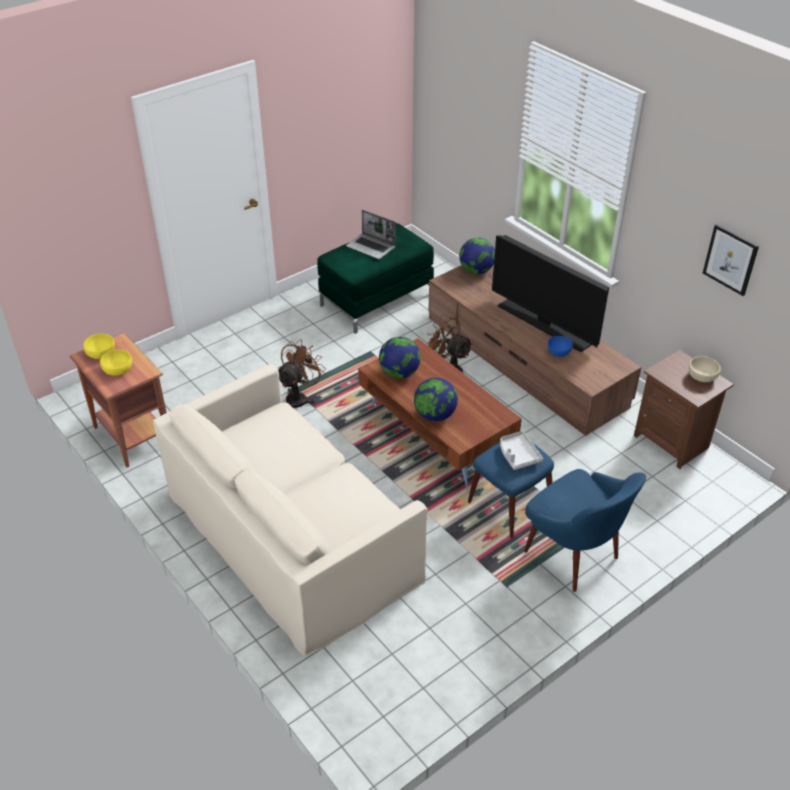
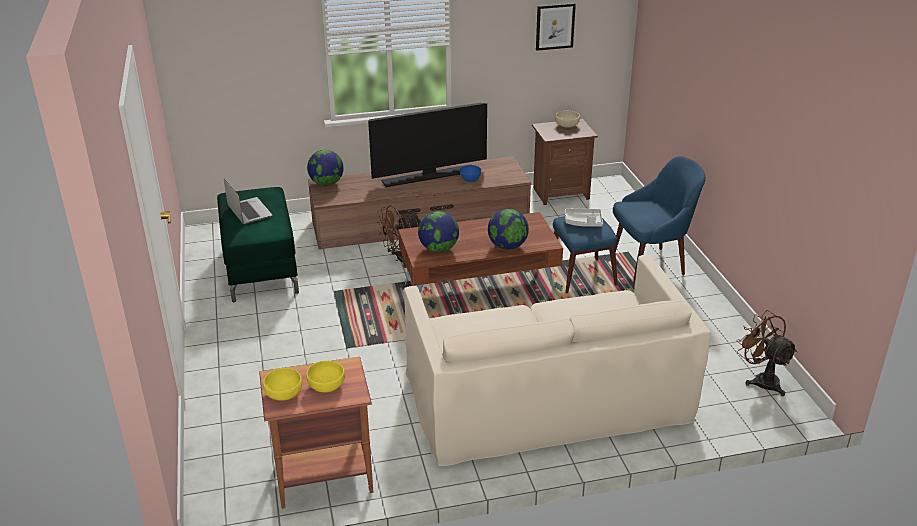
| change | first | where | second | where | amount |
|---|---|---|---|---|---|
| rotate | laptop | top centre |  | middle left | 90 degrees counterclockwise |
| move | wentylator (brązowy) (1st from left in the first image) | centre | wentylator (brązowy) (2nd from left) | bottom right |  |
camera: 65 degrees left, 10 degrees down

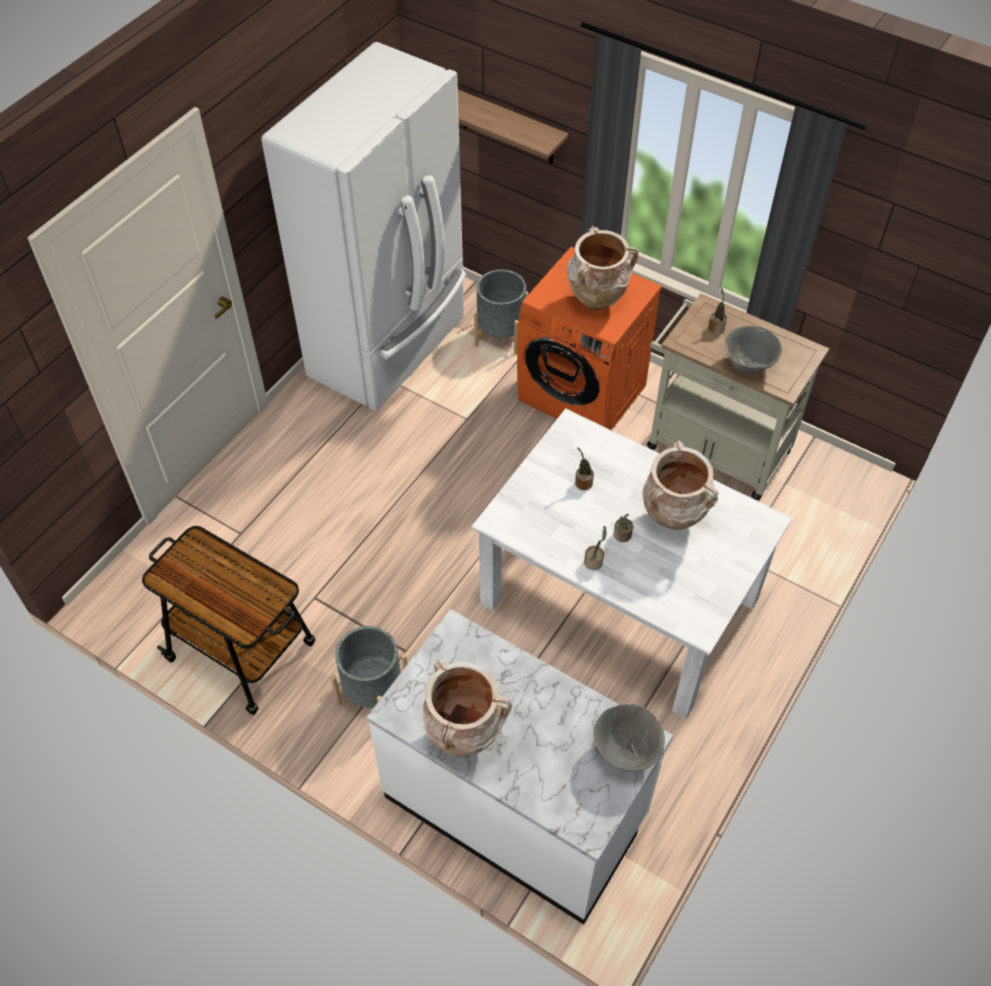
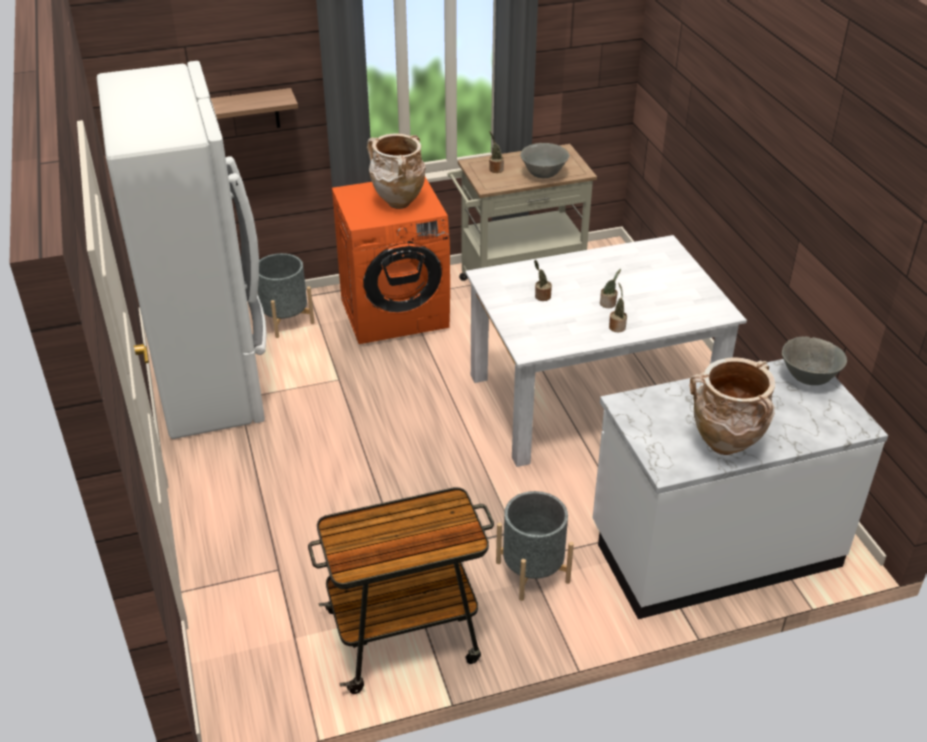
| change | first | where | second | where | amount |
|---|---|---|---|---|---|
| delete | wazon (beżowy) (3rd from left) | middle right |  |  |  |
camera: 50 degrees left, 15 degrees down

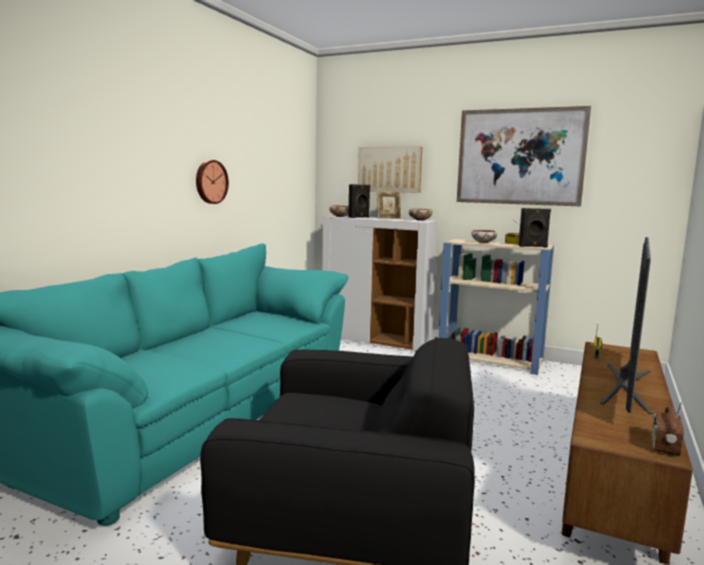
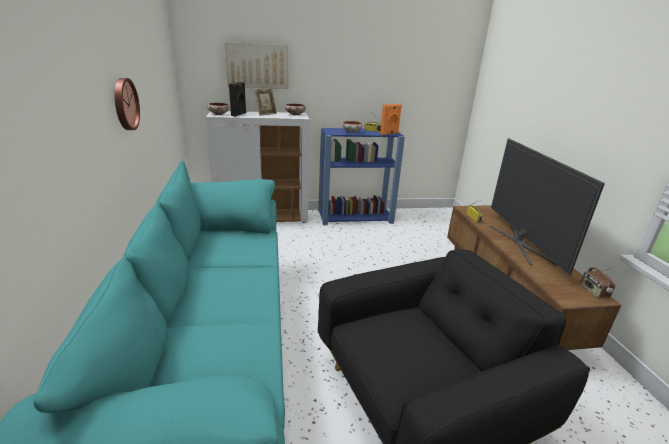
| change | first | where | second | where | amount |
|---|---|---|---|---|---|
| delete | obraz (2nd from left) | top right |  |  |  |
| recolor | głośnik (czarny) (2nd from left) | middle right | głośnik (pomarańczowy) | top centre |  |
| recolor | regał (beżowy) | middle right | regał (niebieski) | centre |  |
camera: 35 degrees left, 15 degrees up

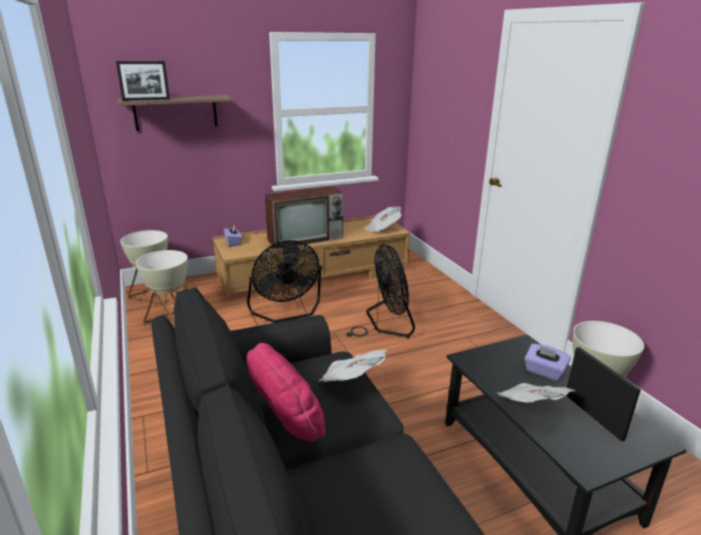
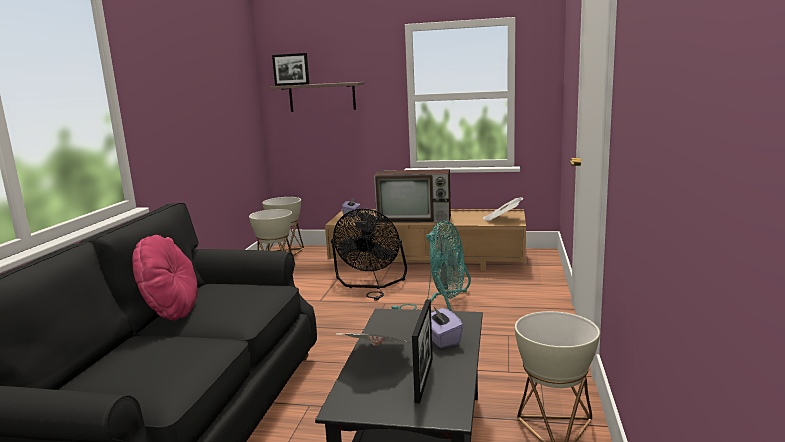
| change | first | where | second | where | amount |
|---|---|---|---|---|---|
| recolor | wentylator (czarny) (2nd from left) | centre | wentylator (turkusowy) | centre |  |
| delete | gazeta (1st from left) | bottom centre |  |  |  |
camera: 35 degrees right, 10 degrees down

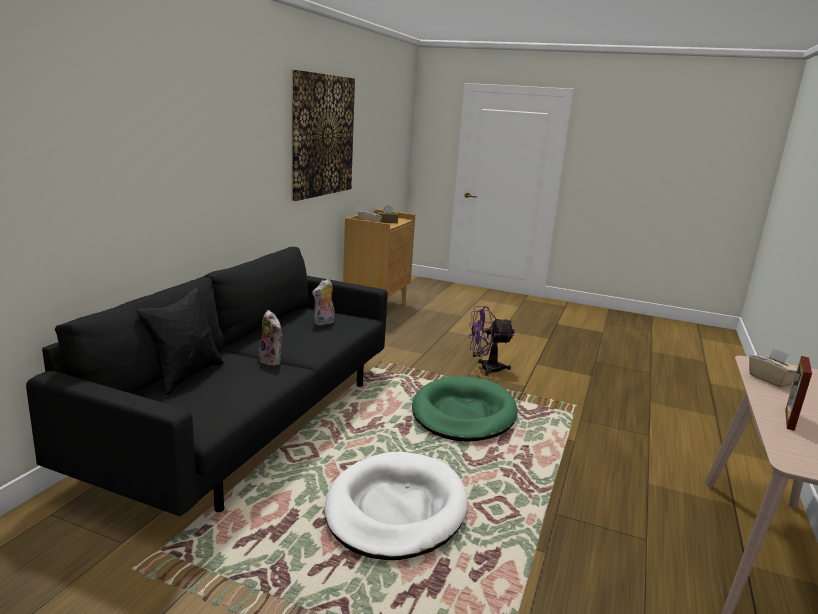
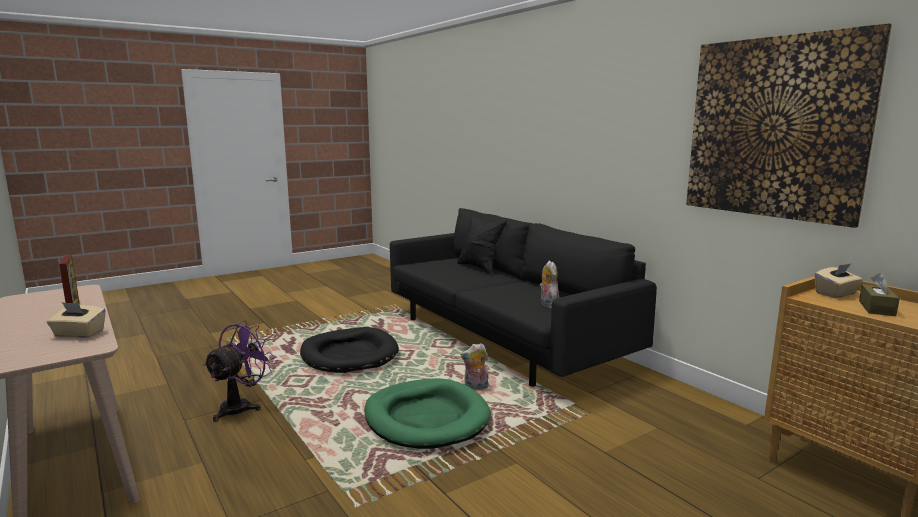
| change | first | where | second | where | amount |
|---|---|---|---|---|---|
| move | wentylator (fioletowy) | centre |  | bottom left |  |
| move | pluszak (1st from left) | middle left |  | bottom centre |  |
| recolor | legowisko (biały) | bottom centre | legowisko (czarny) | bottom centre |  |
camera: 125 degrees right, 5 degrees down

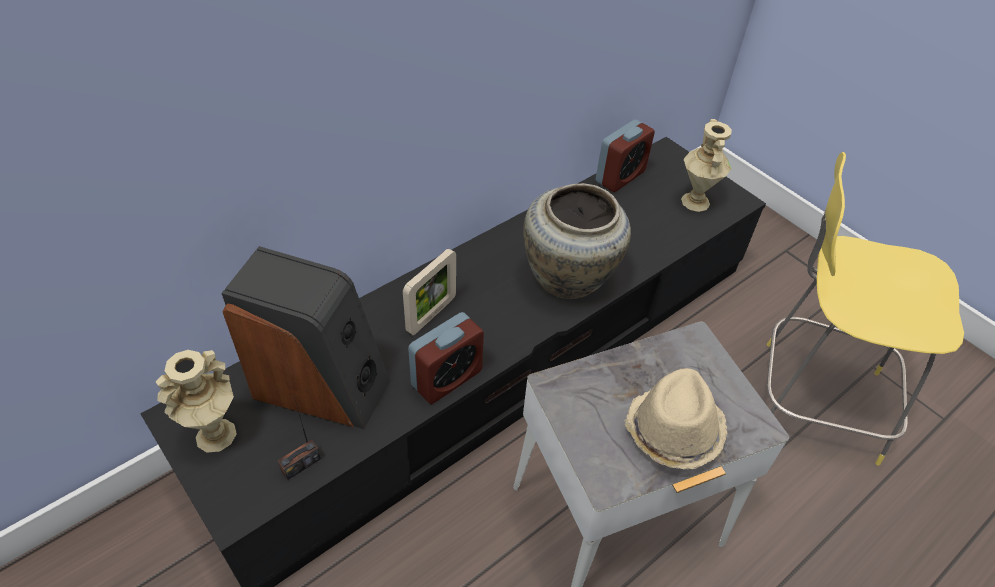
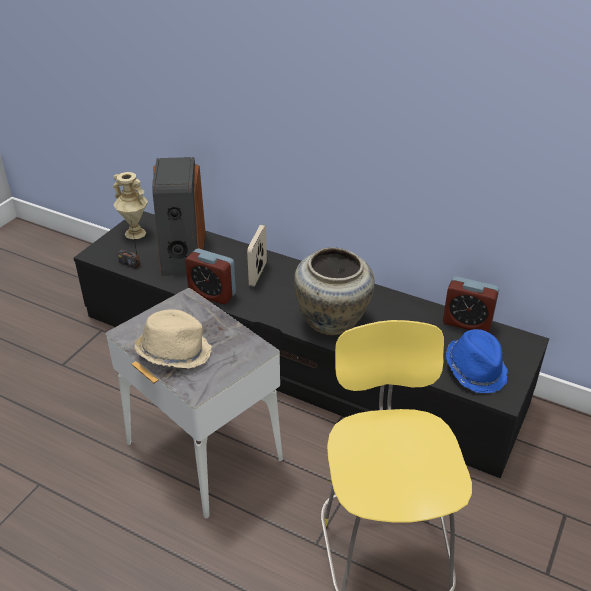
| change | first | where | second | where | amount |
|---|---|---|---|---|---|
| replace | wazon (beżowy) (3rd from left) | top right | kapelusz (niebieski) | middle right |  |
| rotate | ramka na zdjęcie | centre |  | centre | 90 degrees clockwise |
camera: 70 degrees right, 10 degrees down

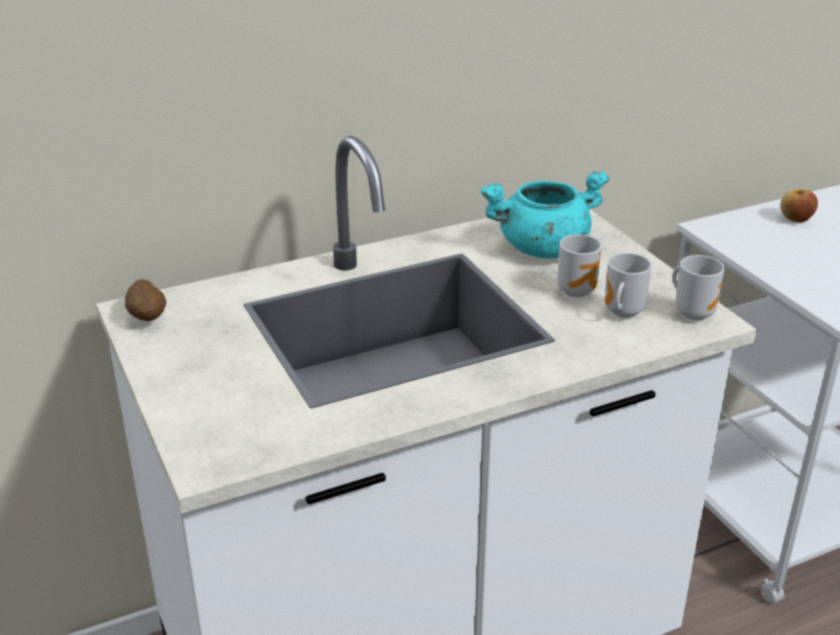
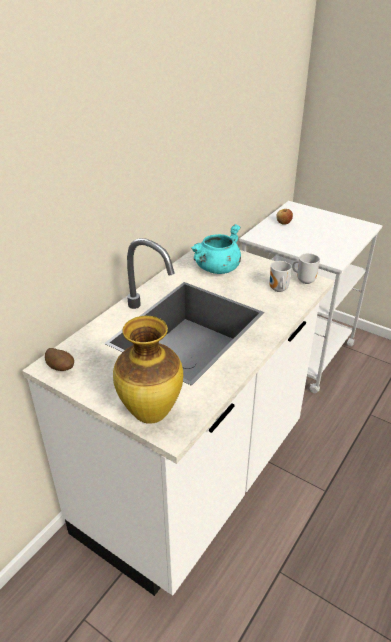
| change | first | where | second | where | amount |
|---|---|---|---|---|---|
| delete | kubek (1st from left) | middle right |  |  |  |
| insert |  |  | wazon | centre |  |
camera: 30 degrees left, 5 degrees up

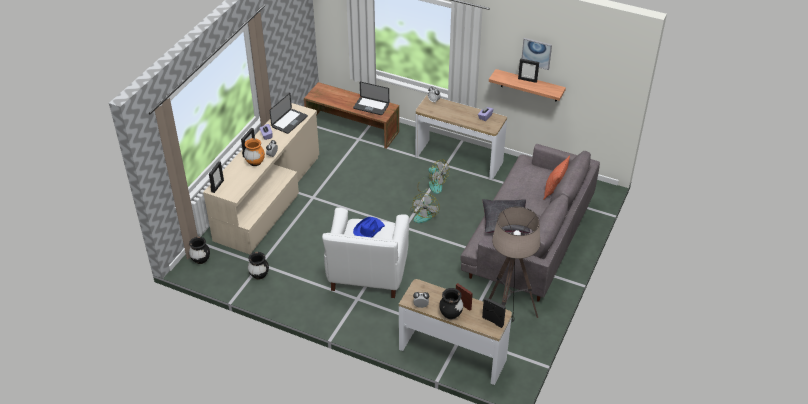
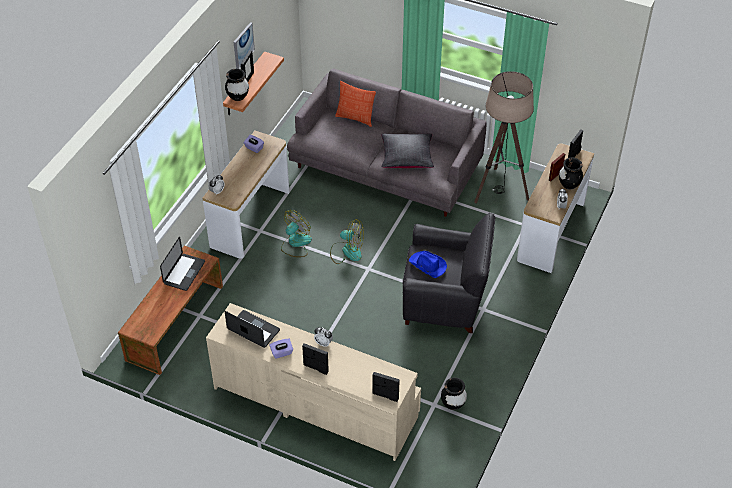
| change | first | where | second | where | amount |
|---|---|---|---|---|---|
| delete | wazon (pomarańczowy) | middle left |  |  |  |
| recolor | fotel (biały) | centre | fotel (czarny) | centre |  |
| move | wazon (czarny) (1st from left) | middle left |  | top left |  |
camera: 90 degrees left, 5 degrees up

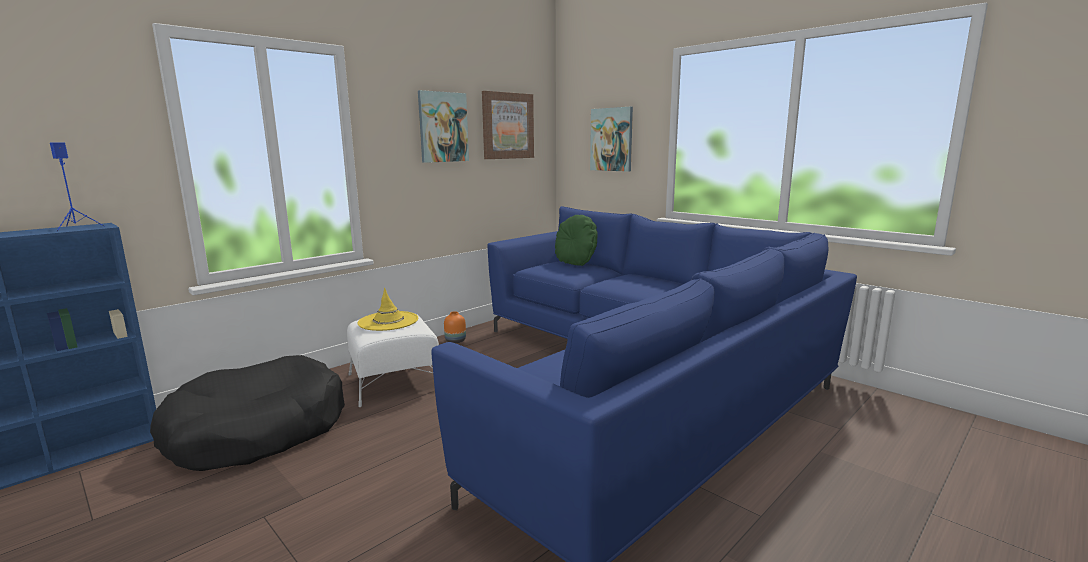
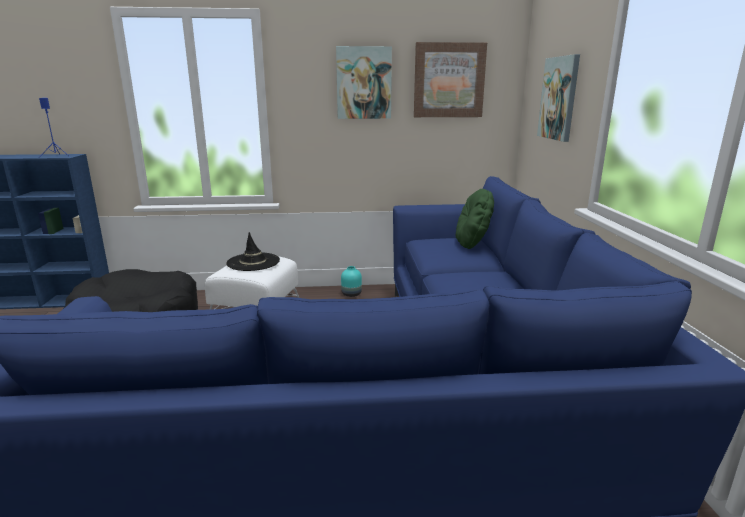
| change | first | where | second | where | amount |
|---|---|---|---|---|---|
| recolor | kapelusz (żółty) | centre | kapelusz (czarny) | centre |  |
| recolor | wazon (pomarańczowy) | centre | wazon (turkusowy) | centre |  |
camera: 40 degrees right, 5 degrees up

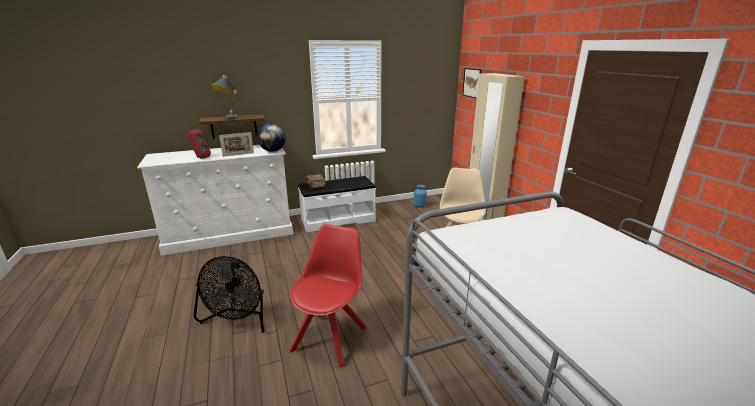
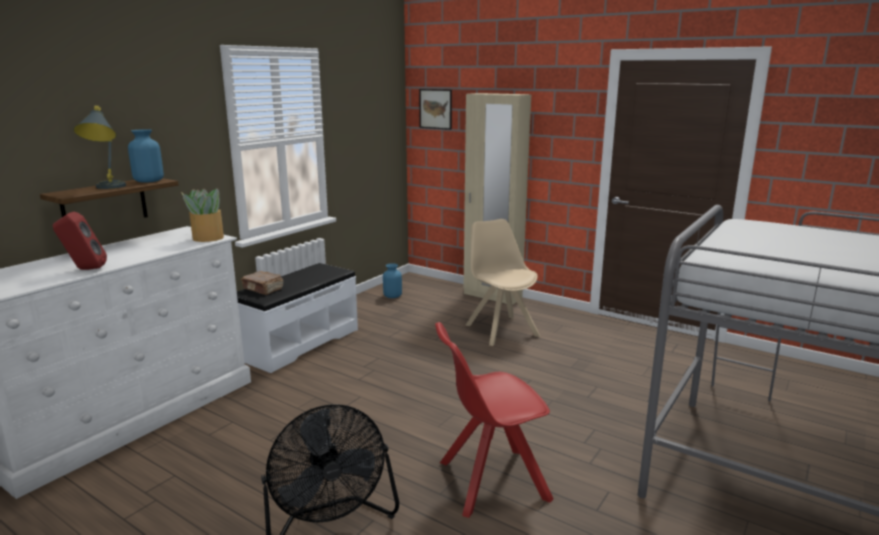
| change | first | where | second | where | amount |
|---|---|---|---|---|---|
| replace | globus | centre | roślina doniczkowa | middle left |  |
| delete | ramka na zdjęcie | middle left |  |  |  |
| rotate | krzesło (czerwony) | bottom centre |  | bottom centre | 90 degrees counterclockwise |
| insert |  |  | wazon (niebieski) (1st from left) | top left |  |
camera: 35 degrees left, 5 degrees down

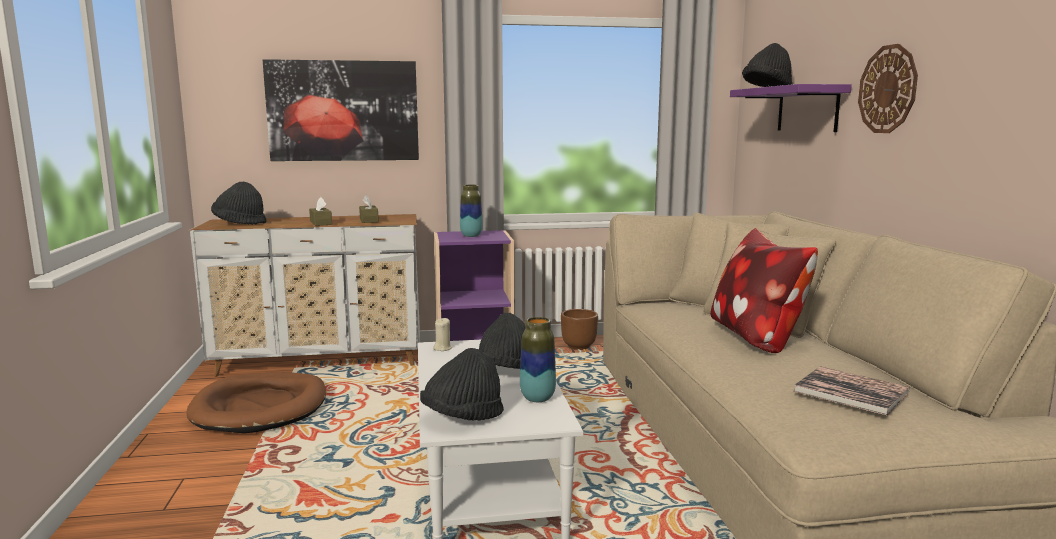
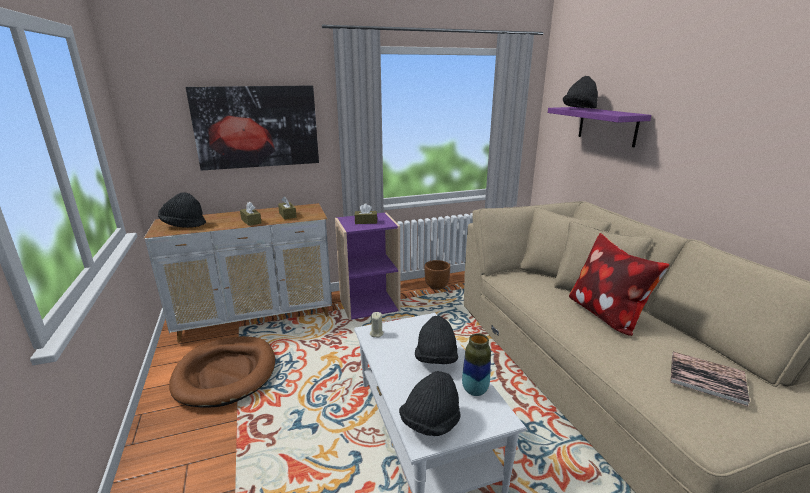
| change | first | where | second | where | amount |
|---|---|---|---|---|---|
| delete | zegar ścienny | top right |  |  |  |
| replace | wazon (1st from left) | centre | pudełko chusteczek (brązowy) (3rd from left) | centre |  |
camera: 10 degrees left, 10 degrees up

